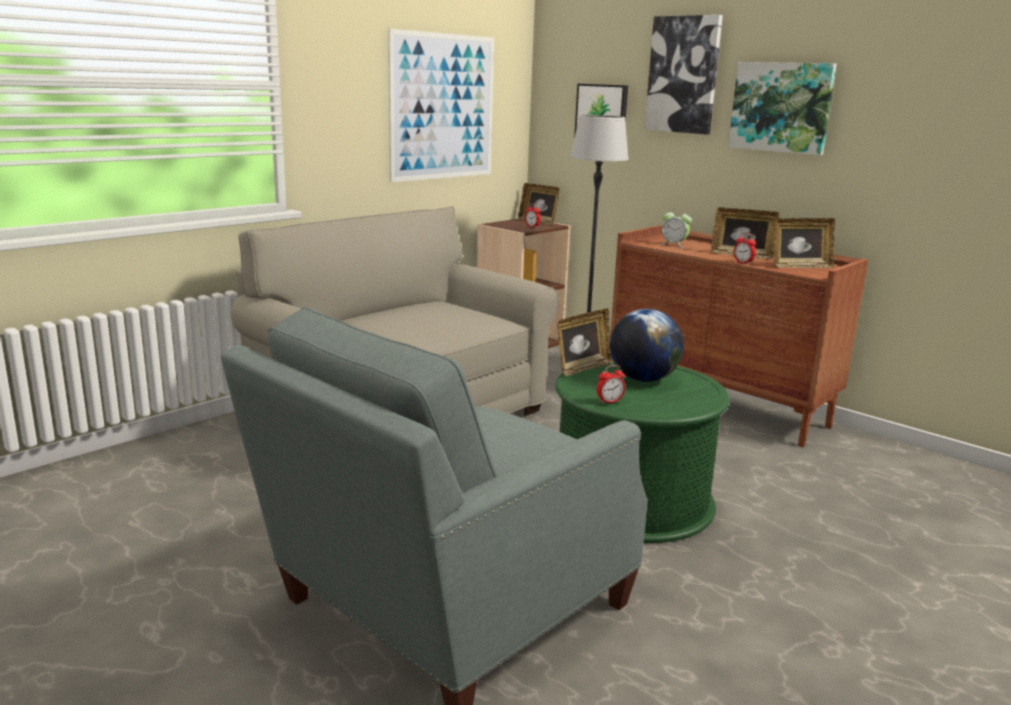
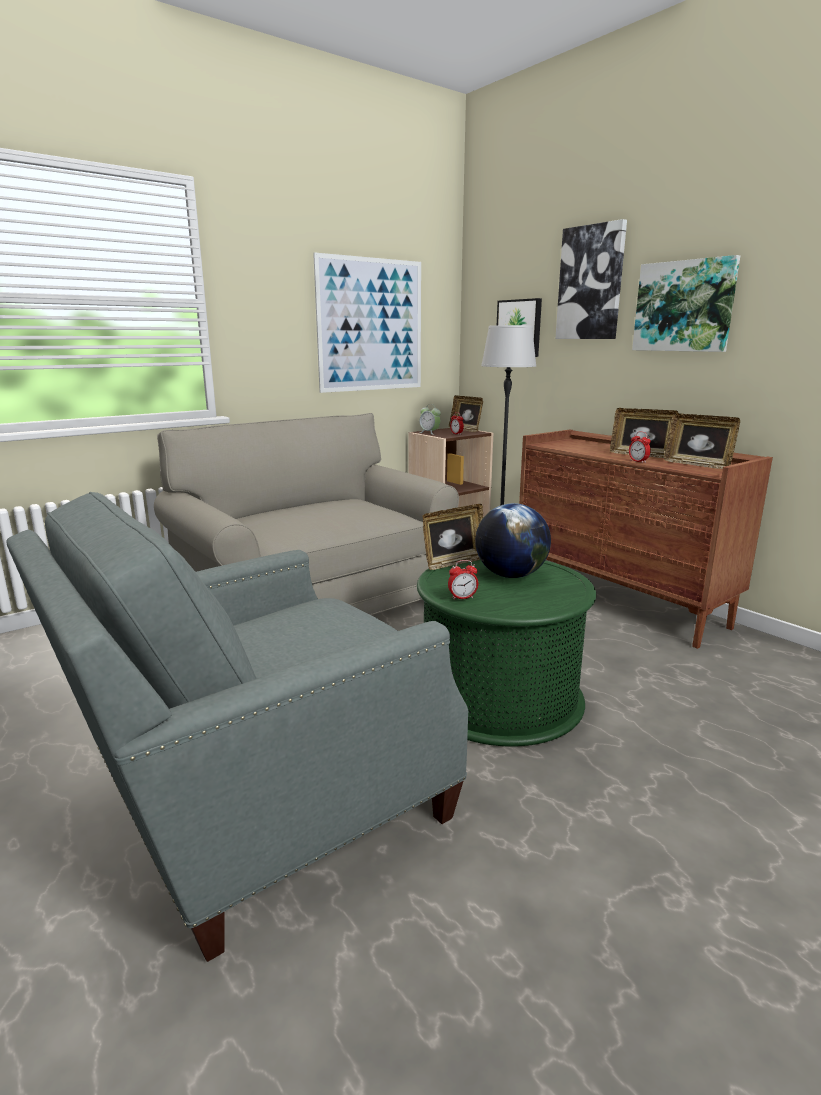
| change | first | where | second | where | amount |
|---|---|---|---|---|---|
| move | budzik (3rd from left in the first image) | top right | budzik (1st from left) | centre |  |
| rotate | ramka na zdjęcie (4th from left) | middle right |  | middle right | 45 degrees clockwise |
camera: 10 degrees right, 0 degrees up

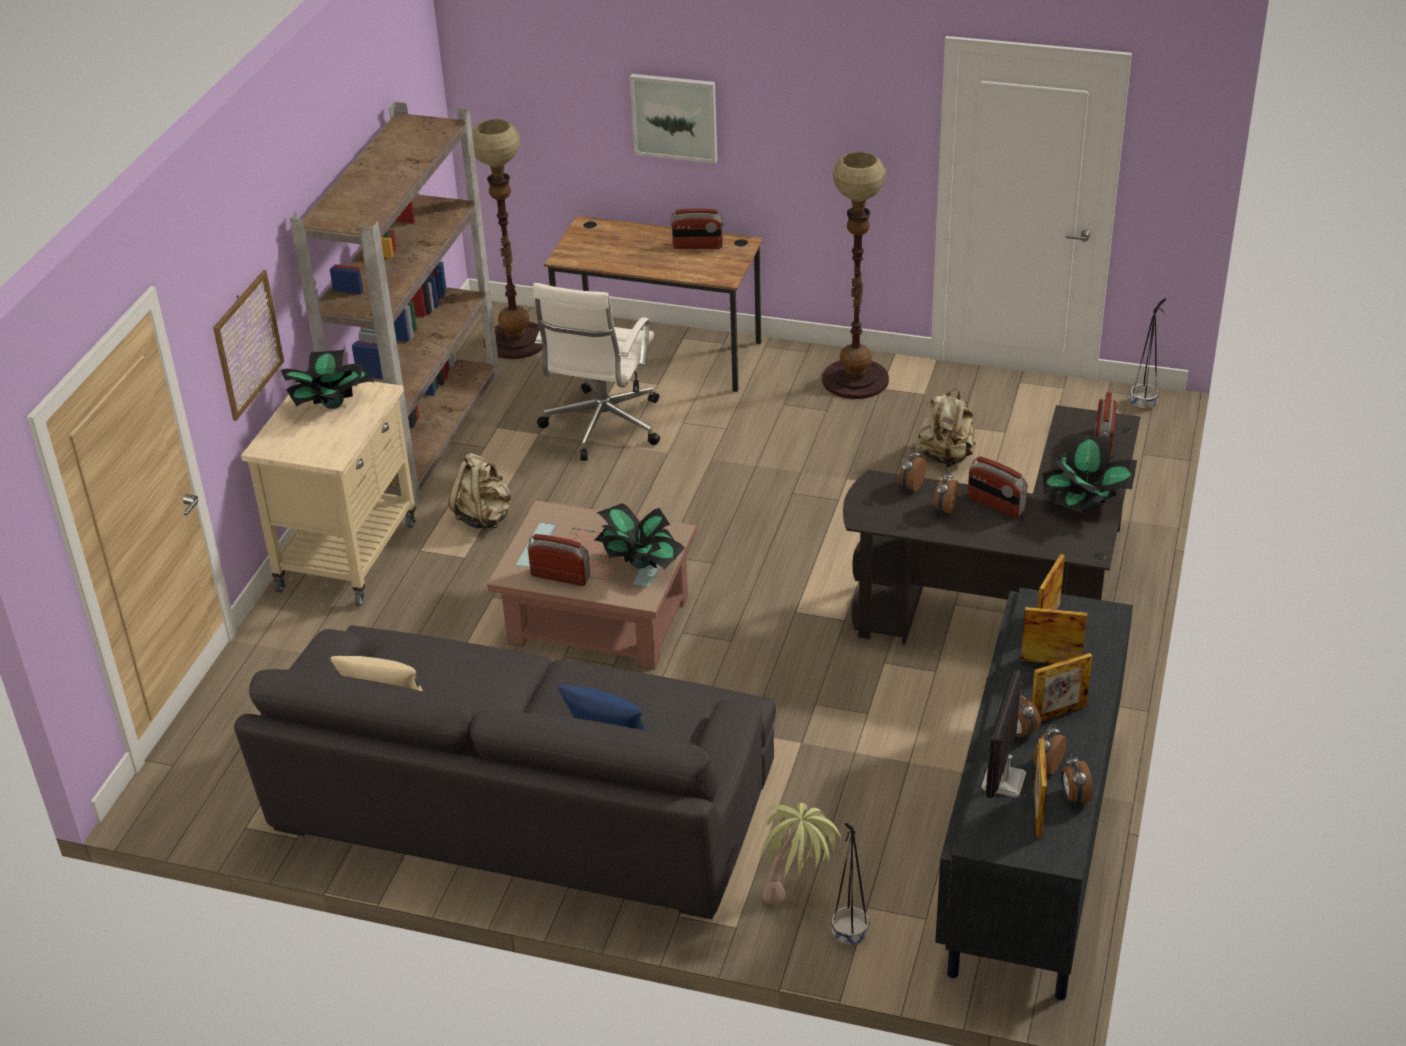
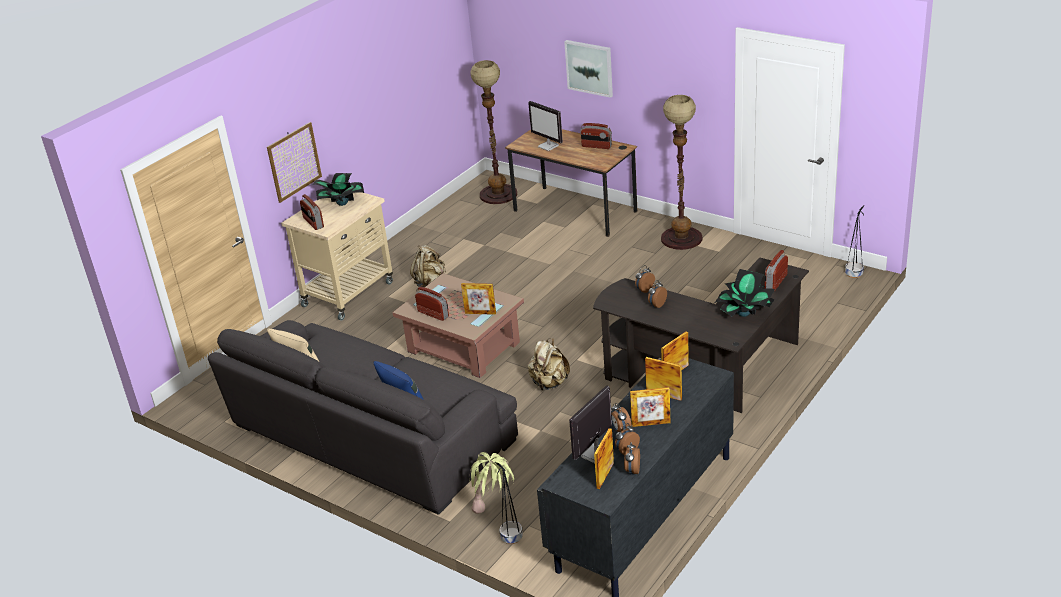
| change | first | where | second | where | amount |
|---|---|---|---|---|---|
| delete | regał (brązowy) | top left |  |  |  |
| delete | krzesło biurowe (biały) | centre |  |  |  |
| move | plecak (beżowy) (2nd from left) | middle right |  | centre |  |
| move | radio (3rd from left in the first image) | middle right | radio (1st from left) | middle left |  |
| replace | roślina doniczkowa (2nd from left) | centre | ramka na zdjęcie (1st from left) | centre |  |
| insert |  |  | monitor (1st from left) | top centre |  |
camera: 20 degrees right, 5 degrees down

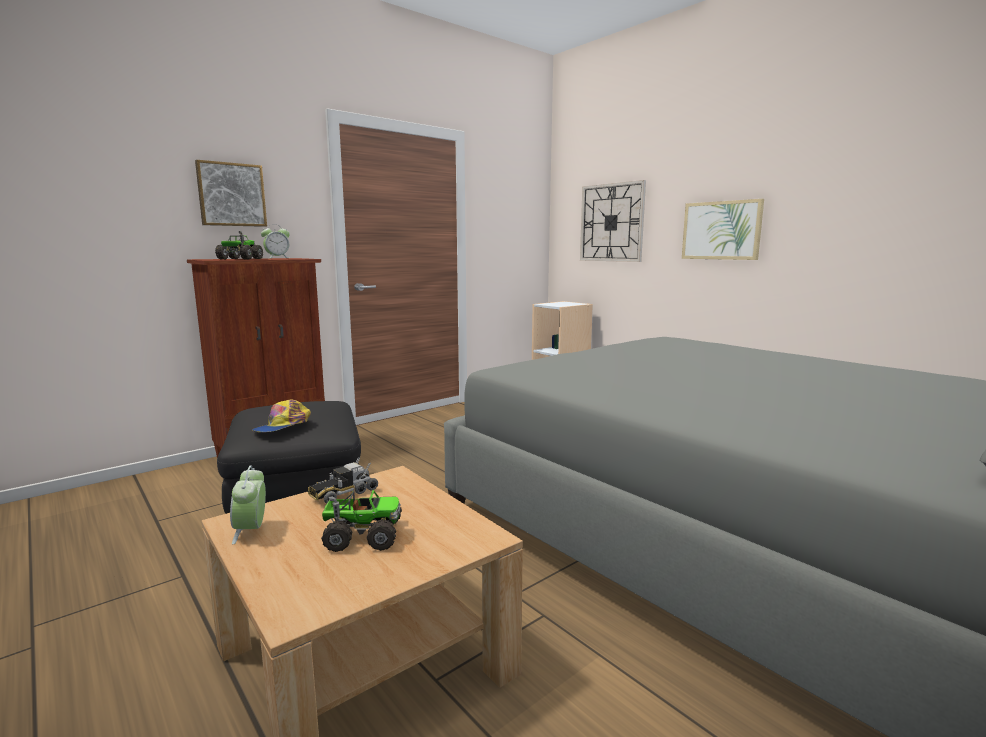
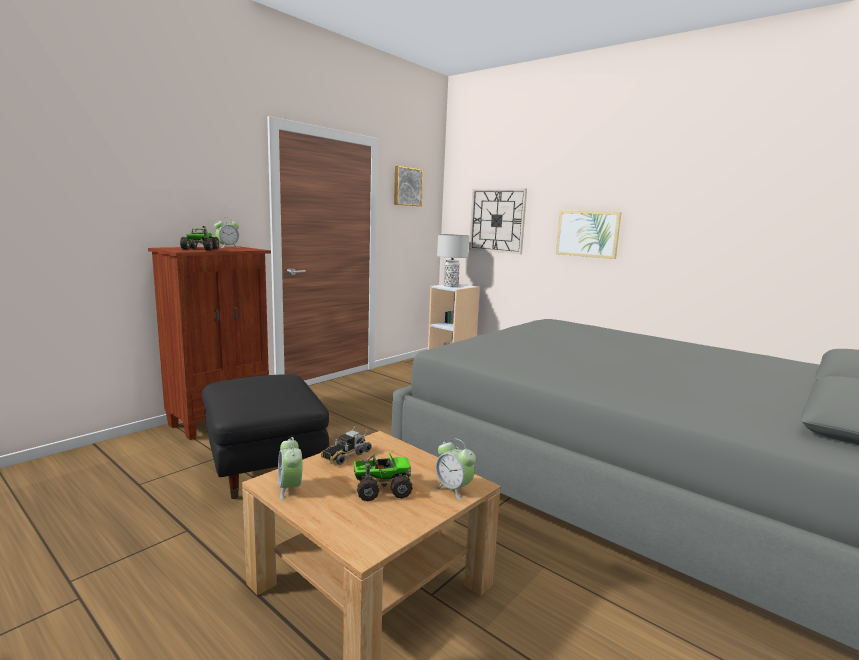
| change | first | where | second | where | amount |
|---|---|---|---|---|---|
| move | obraz (1st from left) | top left |  | top centre |  |
| delete | czapka z daszkiem | middle left |  |  |  |
| insert |  |  | lampa stołowa (biały) | centre |  |
| insert |  |  | budzik (3rd from left) | bottom centre |  |
camera: 10 degrees left, 0 degrees up

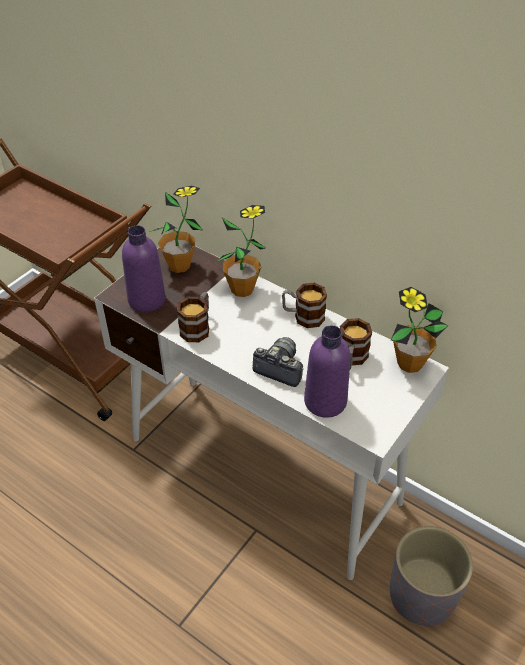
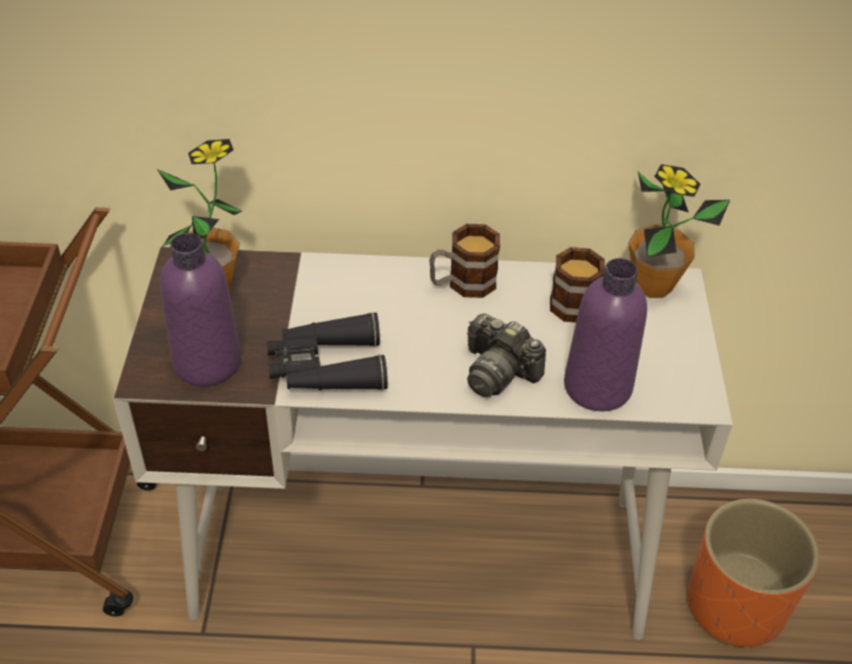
| change | first | where | second | where | amount |
|---|---|---|---|---|---|
| delete | roślina doniczkowa (2nd from left) | centre |  |  |  |
| replace | kubek (1st from left) | centre | lornetka (czarny) | centre |  |
| rotate | aparat fotograficzny | centre |  | centre | 135 degrees counterclockwise |
| recolor | donica (szary) | bottom right | donica (pomarańczowy) | bottom right |  |
camera: 35 degrees left, 0 degrees up

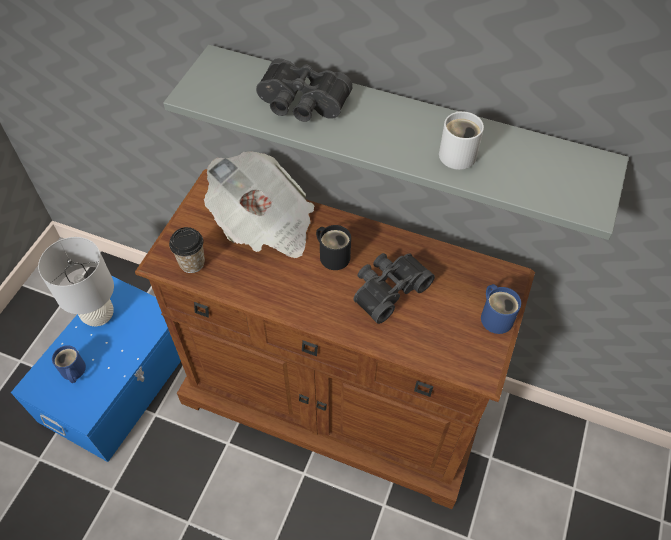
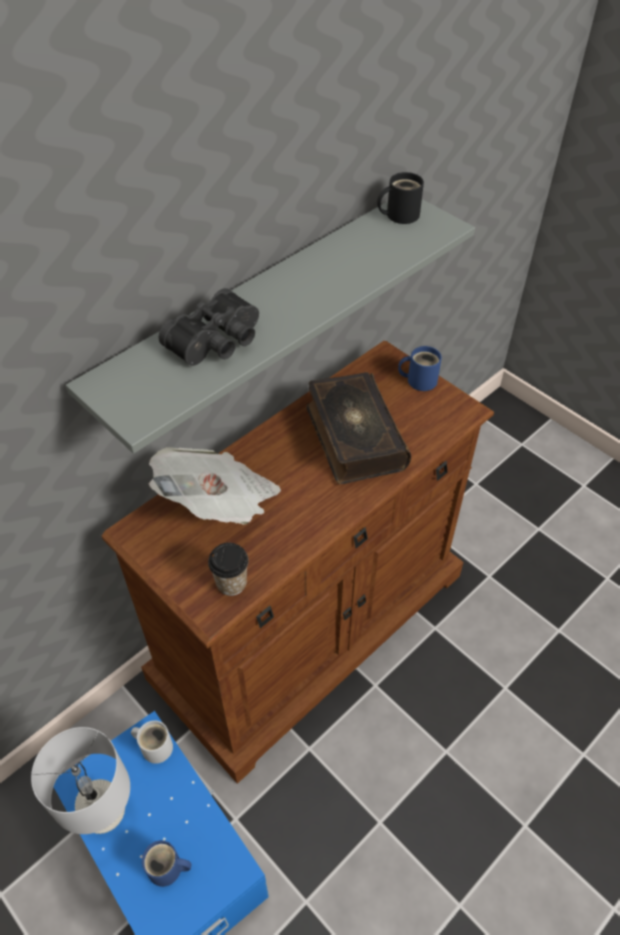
| change | first | where | second | where | amount |
|---|---|---|---|---|---|
| move | kubek (biały) | top right |  | bottom left |  |
| move | kubek (czarny) | centre |  | top centre |  |
| replace | lornetka (czarny) (2nd from left) | centre | książka | centre |  |
camera: 65 degrees left, 5 degrees down

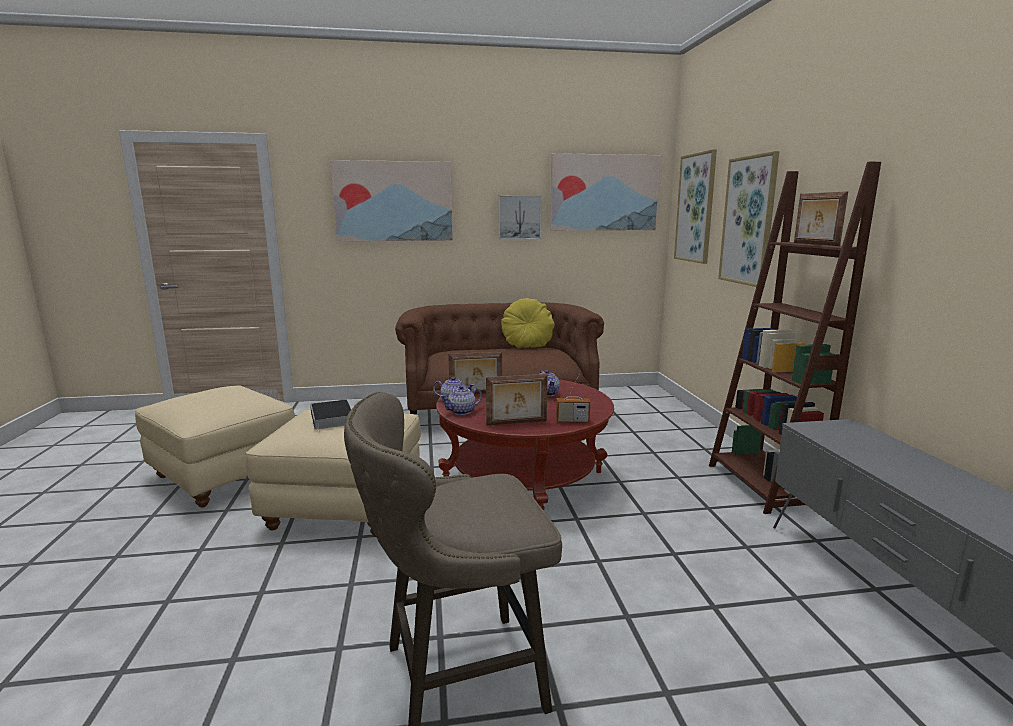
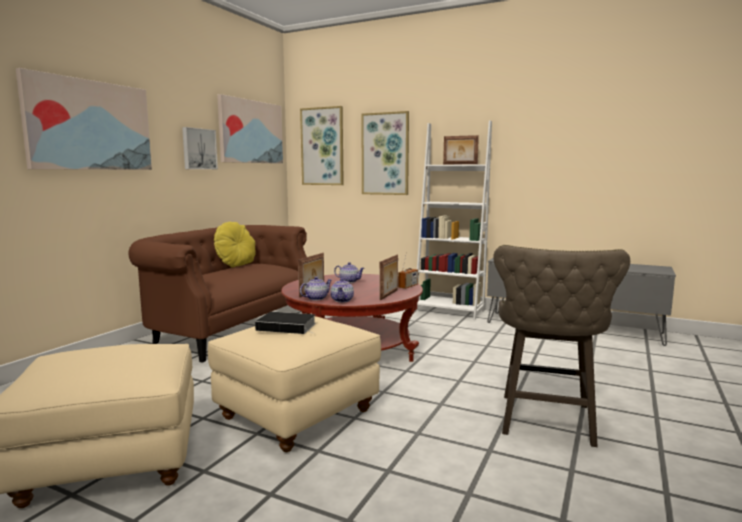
| change | first | where | second | where | amount |
|---|---|---|---|---|---|
| recolor | regał (brązowy) | middle right | regał (biały) | centre |  |
camera: 55 degrees left, 5 degrees down

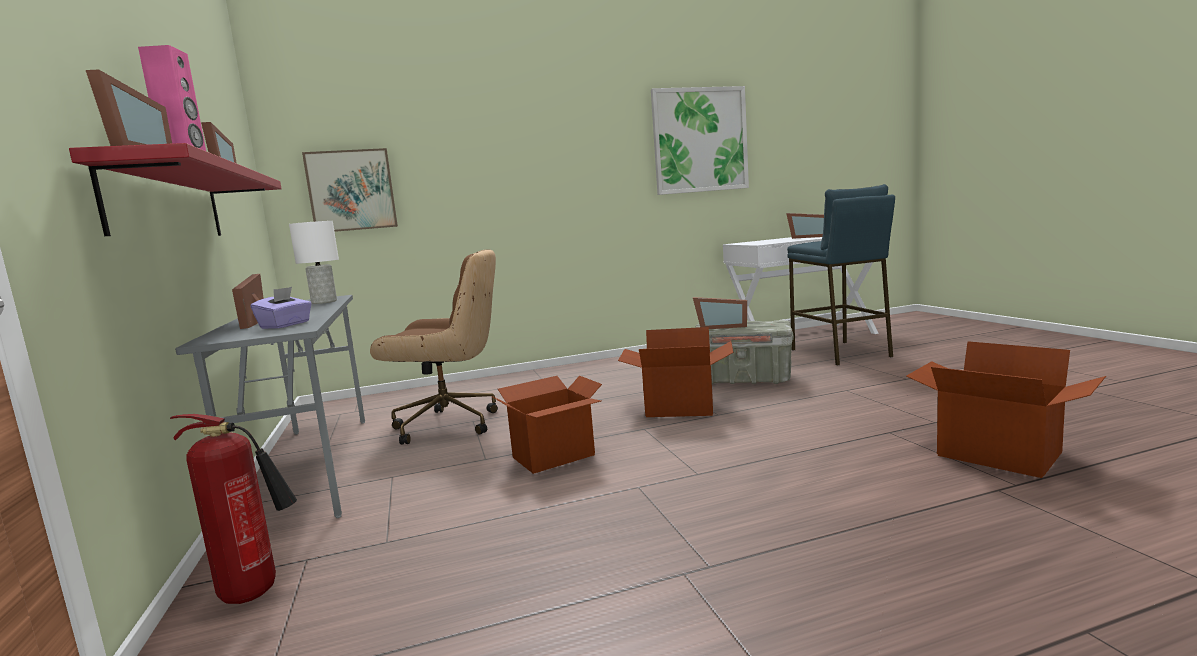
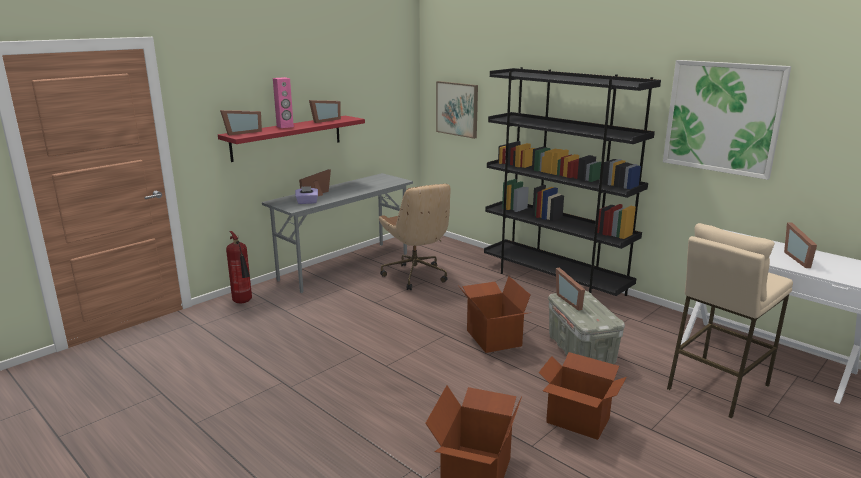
| change | first | where | second | where | amount |
|---|---|---|---|---|---|
| recolor | stołek (niebieski) | middle right | stołek (beżowy) | bottom right |  |
| delete | lampa stołowa (biały) | middle left |  |  |  |
| move | karton (1st from left in the first image) | centre | karton (3rd from left) | bottom right |  |
| insert |  |  | regał (czarny) | centre |  |
camera: 60 degrees right, 10 degrees up

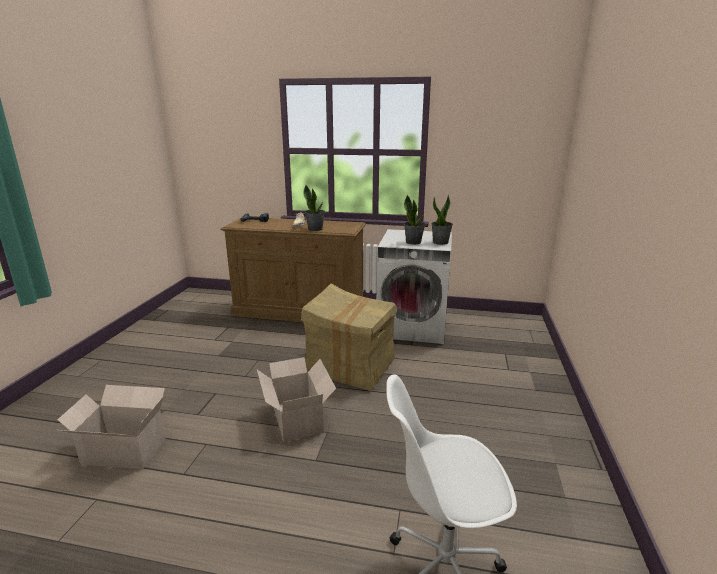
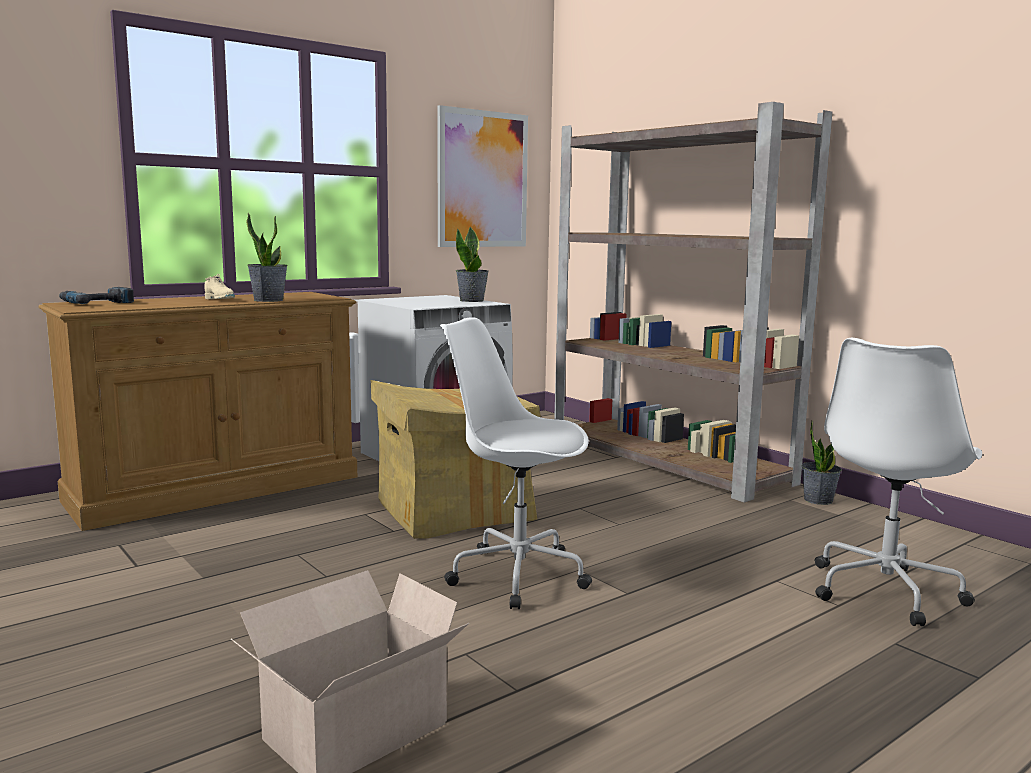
| change | first | where | second | where | amount |
|---|---|---|---|---|---|
| move | roślina doniczkowa (2nd from left in the first image) | centre | roślina doniczkowa (3rd from left) | middle right |  |
| replace | karton (2nd from left) | bottom centre | krzesło biurowe (biały) (1st from left) | centre |  |
| insert |  |  | regał (brązowy) | middle right |  |
| insert |  |  | obraz | top centre |  |
camera: 50 degrees left, 10 degrees down

